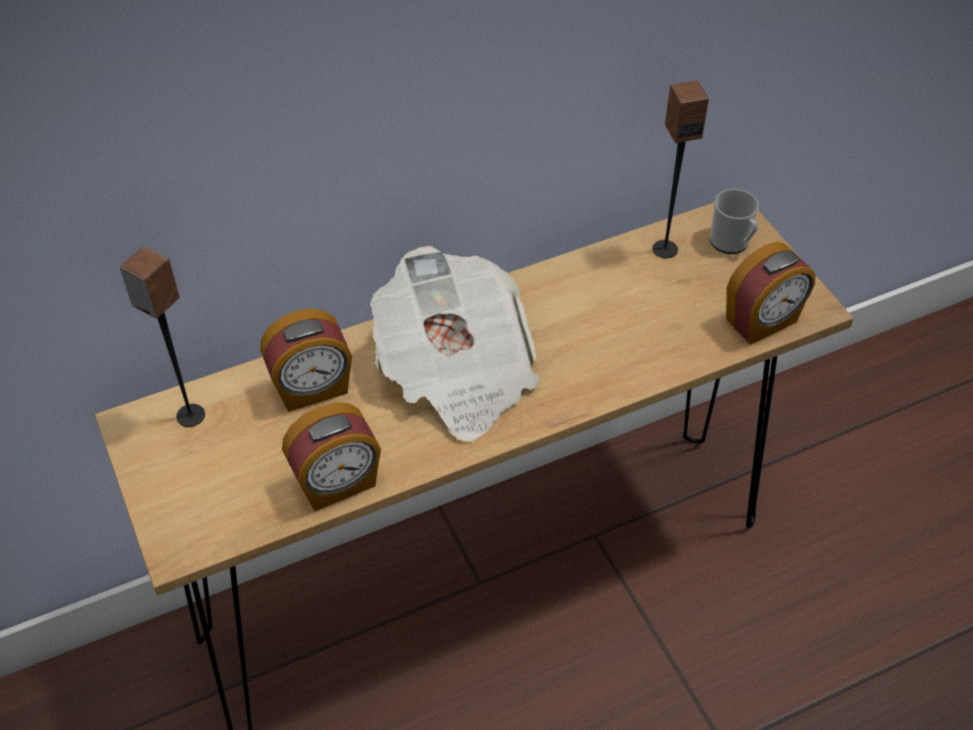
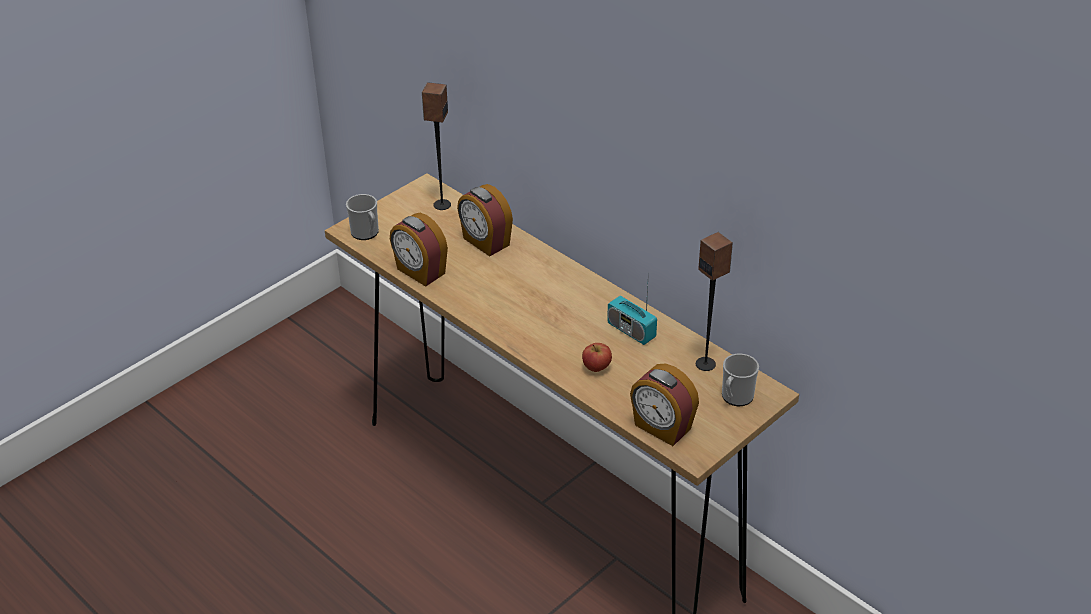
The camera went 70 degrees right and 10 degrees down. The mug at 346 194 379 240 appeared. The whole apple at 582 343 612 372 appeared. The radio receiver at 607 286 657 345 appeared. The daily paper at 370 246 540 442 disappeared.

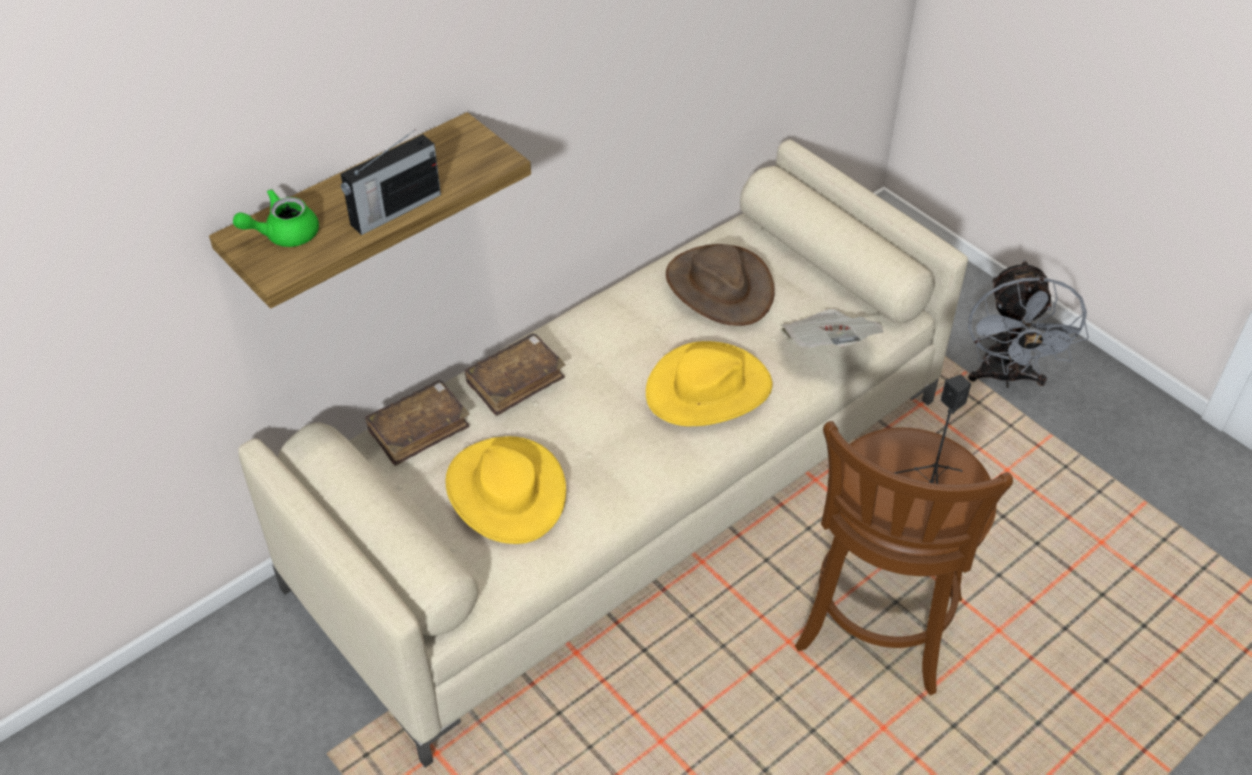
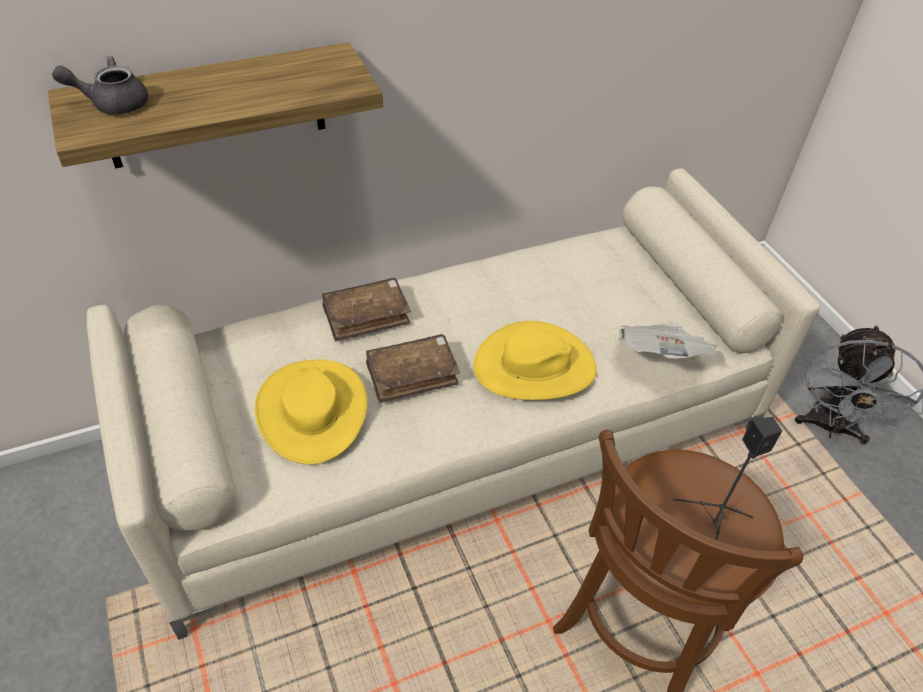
The camera went 15 degrees right and 0 degrees up. The green pot for tea at 233 189 319 247 became the grey pot for tea at 52 56 148 114. The brown-coloured bound book moved from 365 380 470 466 to 366 334 460 403. The radio receiver at 341 129 441 235 disappeared. The brown-coloured hat at 666 244 775 326 disappeared.

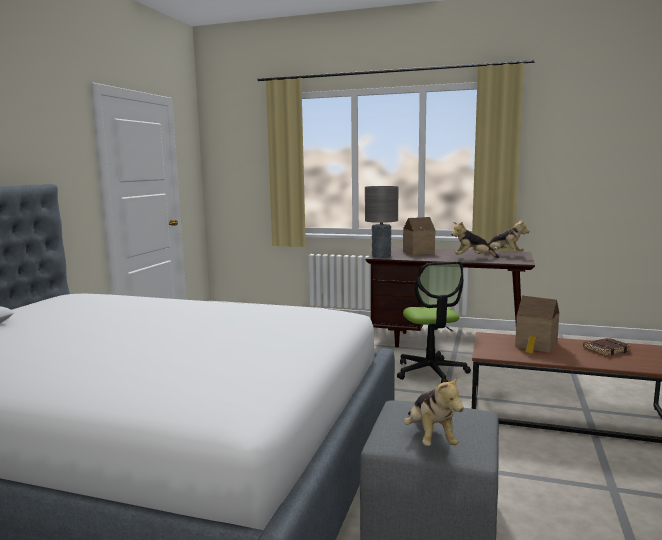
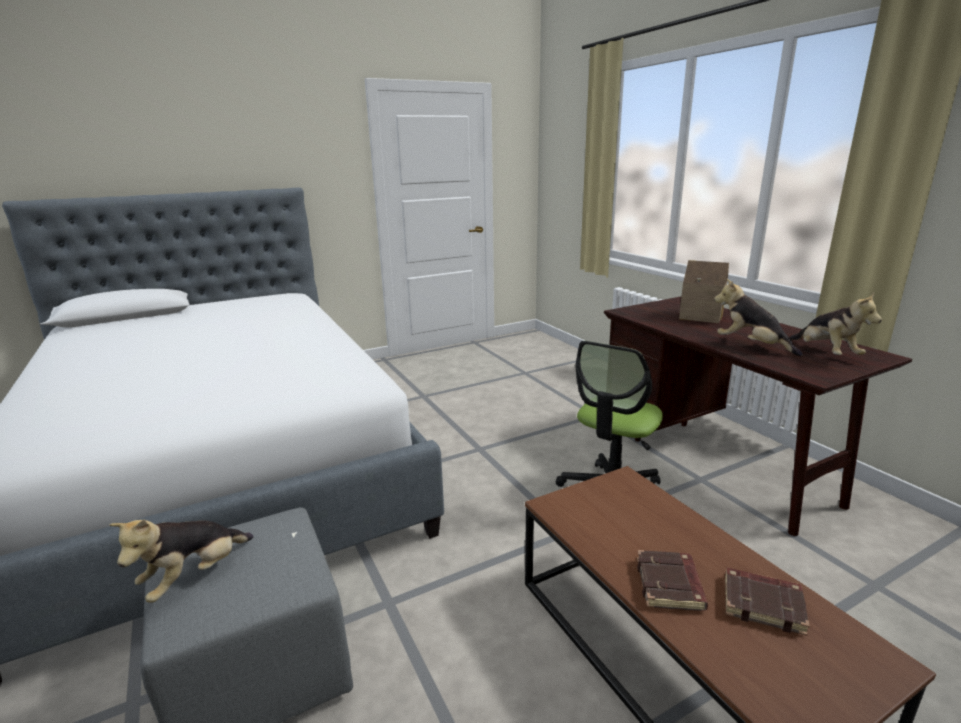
The camera went 45 degrees right and 10 degrees up. The brown-coloured bound book at 637 550 708 611 appeared. The grey table lamp at 365 186 399 258 disappeared. The miniature house at 515 296 559 354 disappeared.

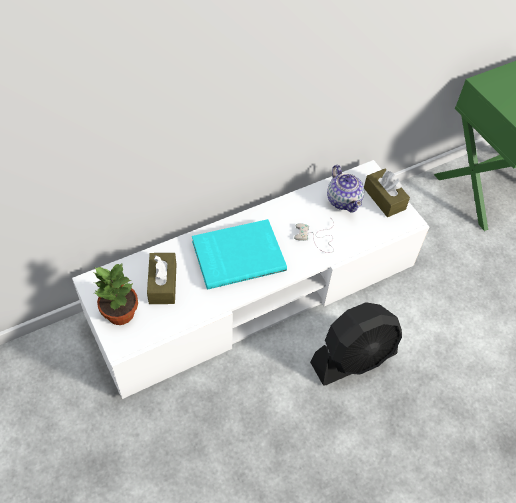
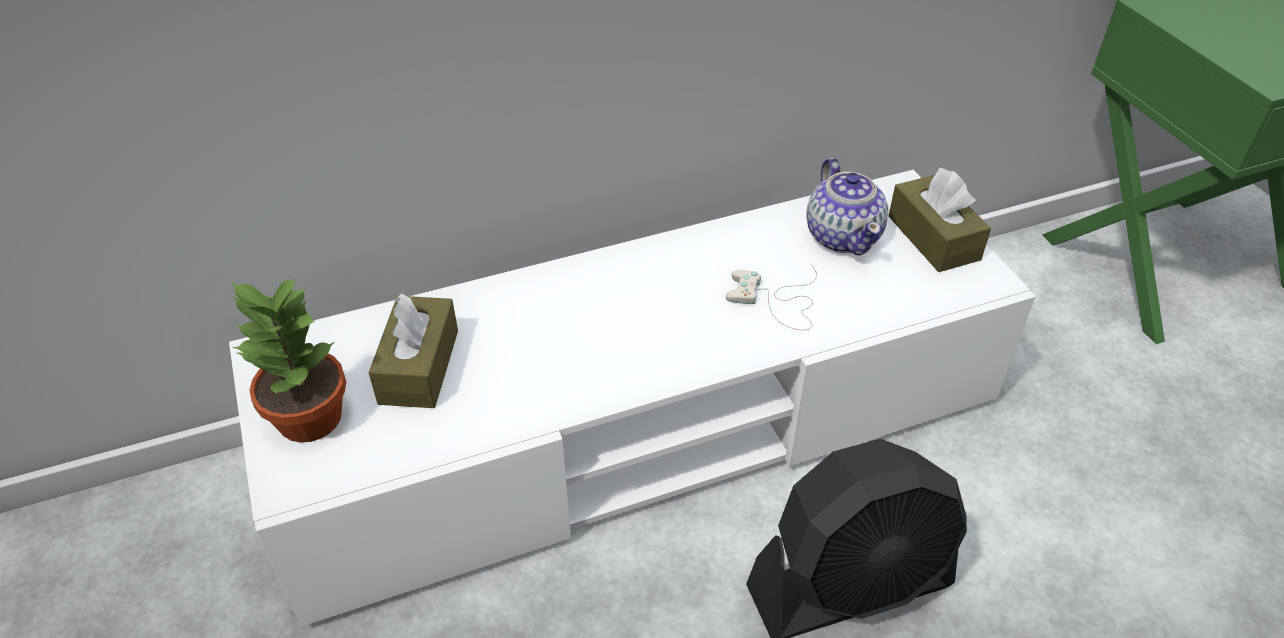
The camera went 10 degrees right and 10 degrees down. The turquoise bound book at 192 219 287 290 disappeared.

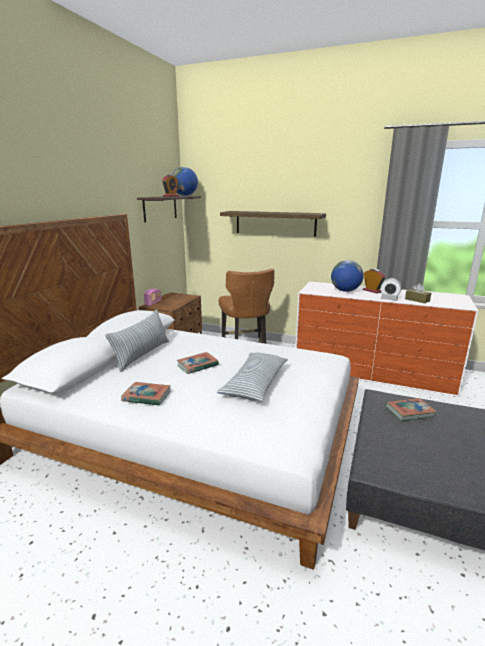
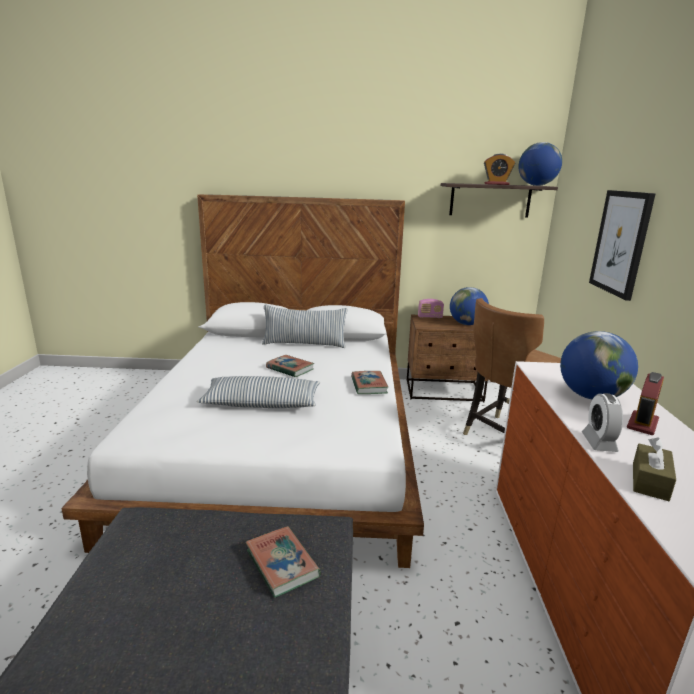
The camera went 70 degrees right and 0 degrees up. The bound book moved from 121 382 171 406 to 351 371 388 394. The globe at 450 287 489 325 appeared. The bracket shelf at 220 211 326 237 was replaced by the wall art at 589 190 656 301.

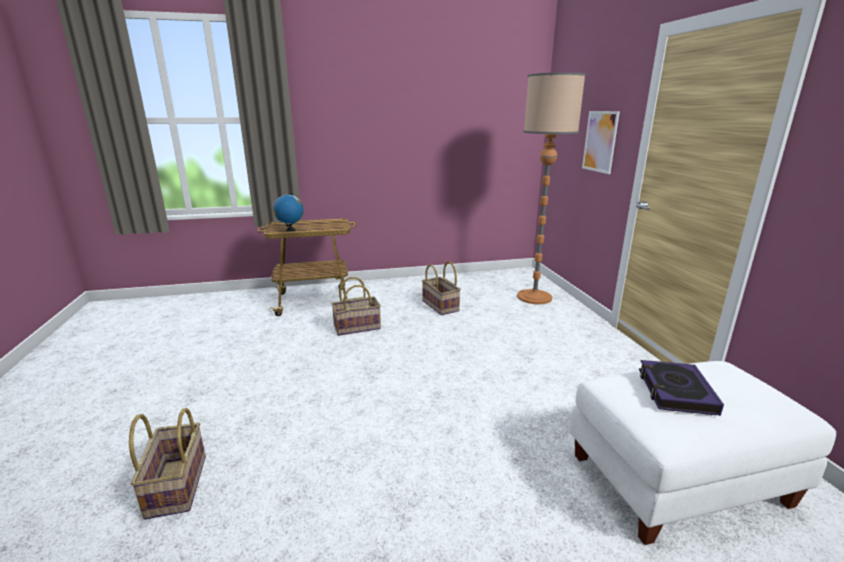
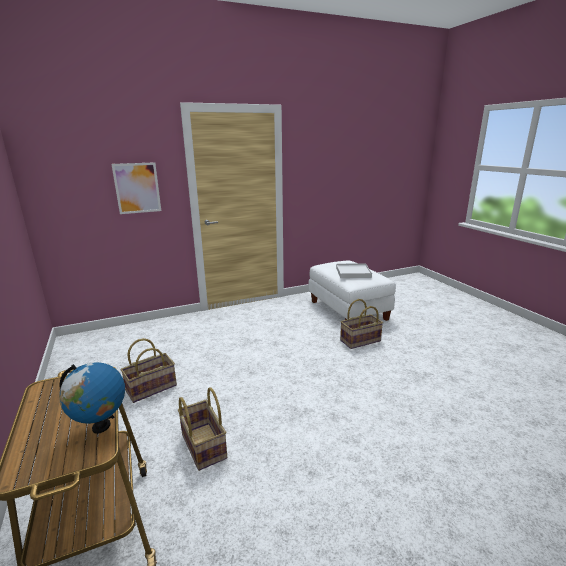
The camera went 100 degrees left and 0 degrees up. The bound book at 639 360 724 416 was replaced by the white-coloured serving tray at 336 263 372 278. The basket moved from 129 408 206 519 to 340 299 383 349. The standard lamp at 517 72 586 304 disappeared.

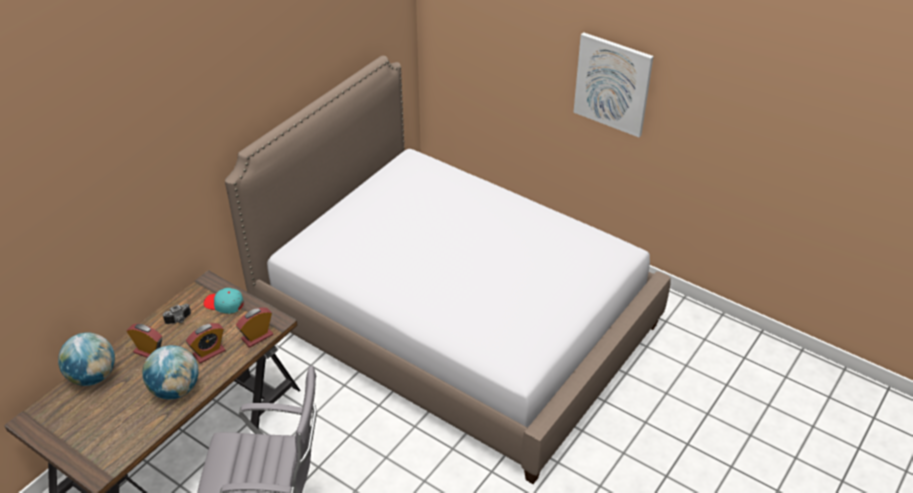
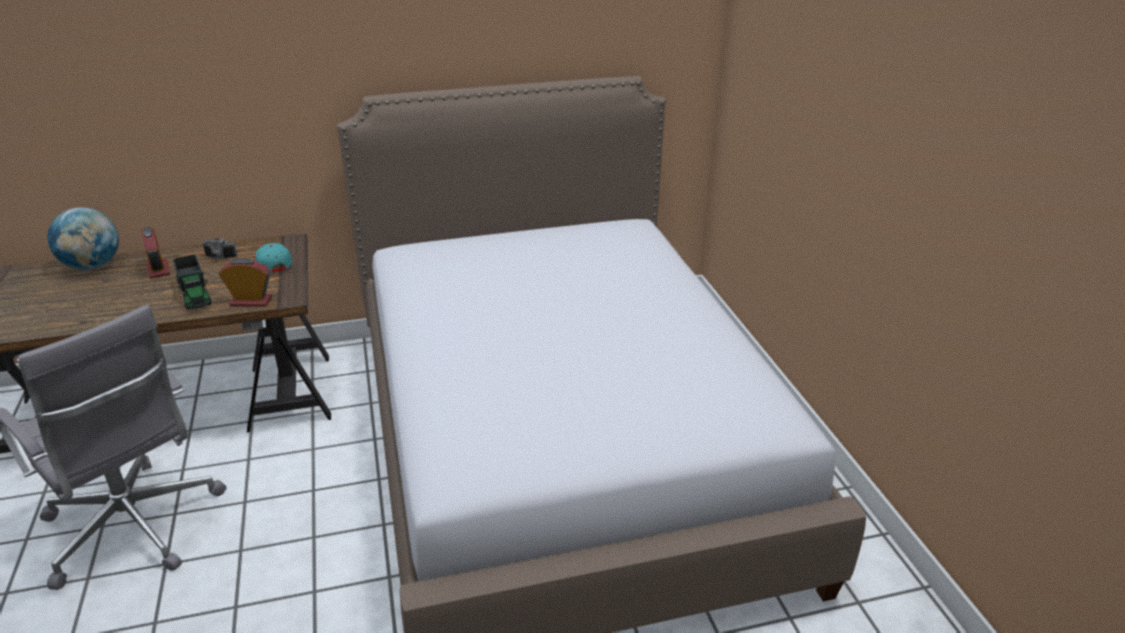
The camera went 40 degrees right and 10 degrees down. The bedside clock at 186 323 225 363 was replaced by the model truck at 173 254 211 310. The globe at 142 345 199 400 disappeared. The wall art at 573 32 654 137 disappeared.

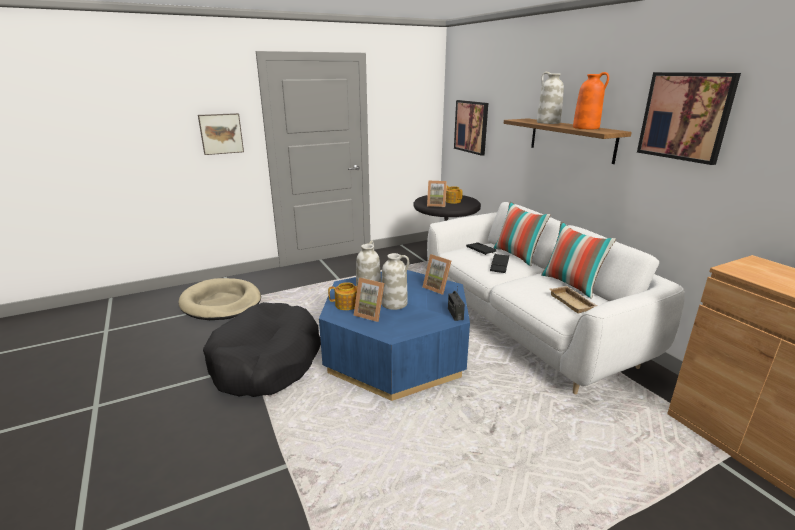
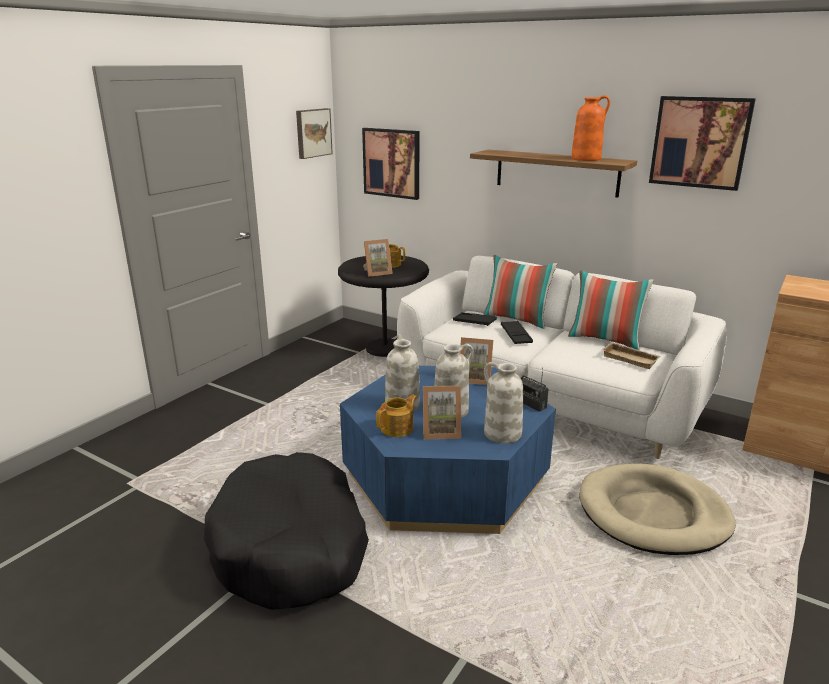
The camera went 30 degrees left and 0 degrees up. The wall art moved from 198 113 244 155 to 296 108 333 159. The white-coloured vase moved from 537 72 564 124 to 484 362 523 443. The beige-coloured dog cushion moved from 179 278 261 320 to 579 463 736 555.

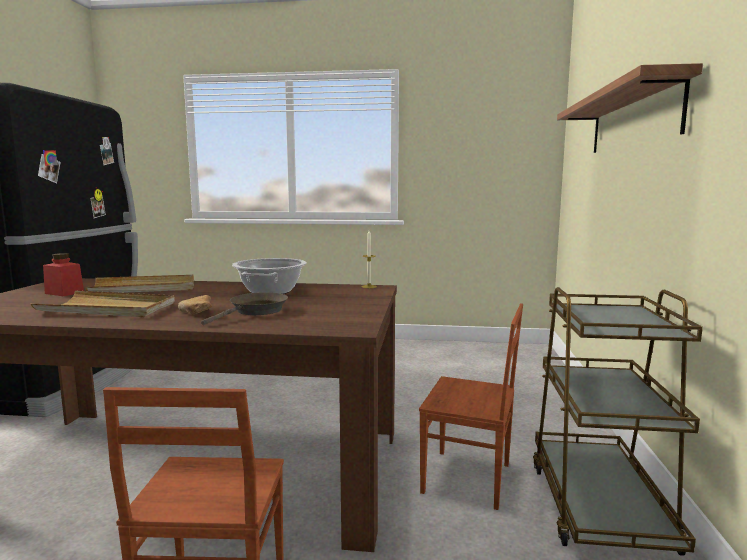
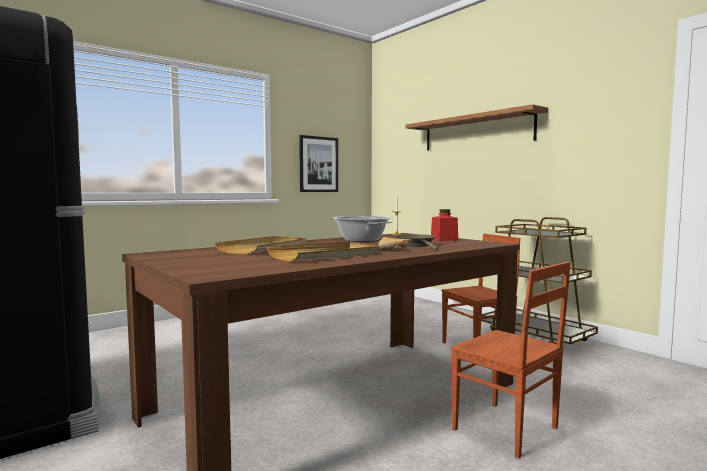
The camera went 45 degrees left and 5 degrees down. The wall art at 299 135 338 192 appeared. The red storage jar moved from 43 253 84 296 to 431 209 458 241.

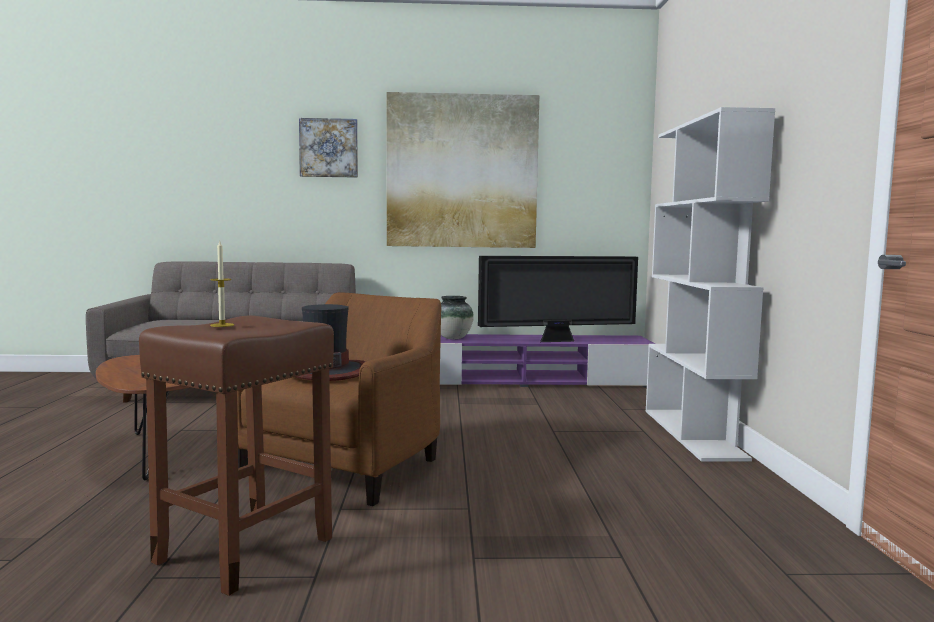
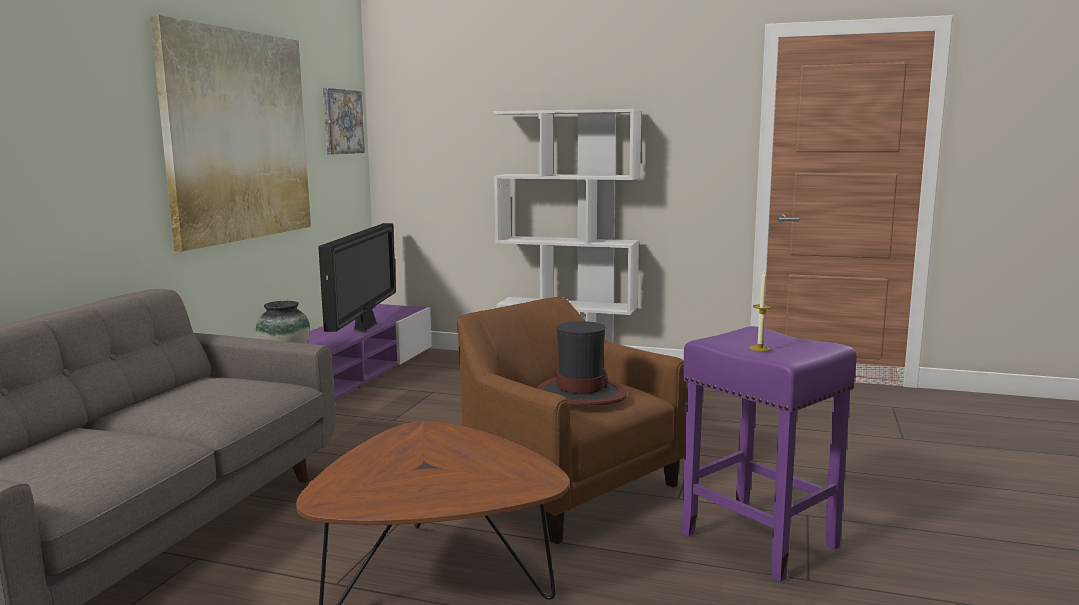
The camera went 70 degrees left and 5 degrees up. The wall art moved from 299 118 358 178 to 323 88 365 154. The brown-coloured stool at 139 315 334 596 became the purple stool at 681 326 857 582.

